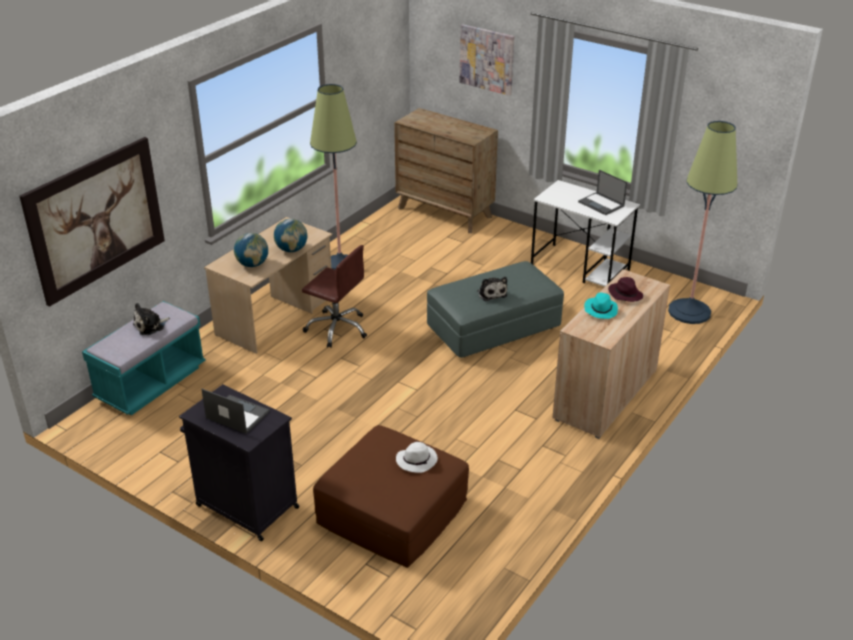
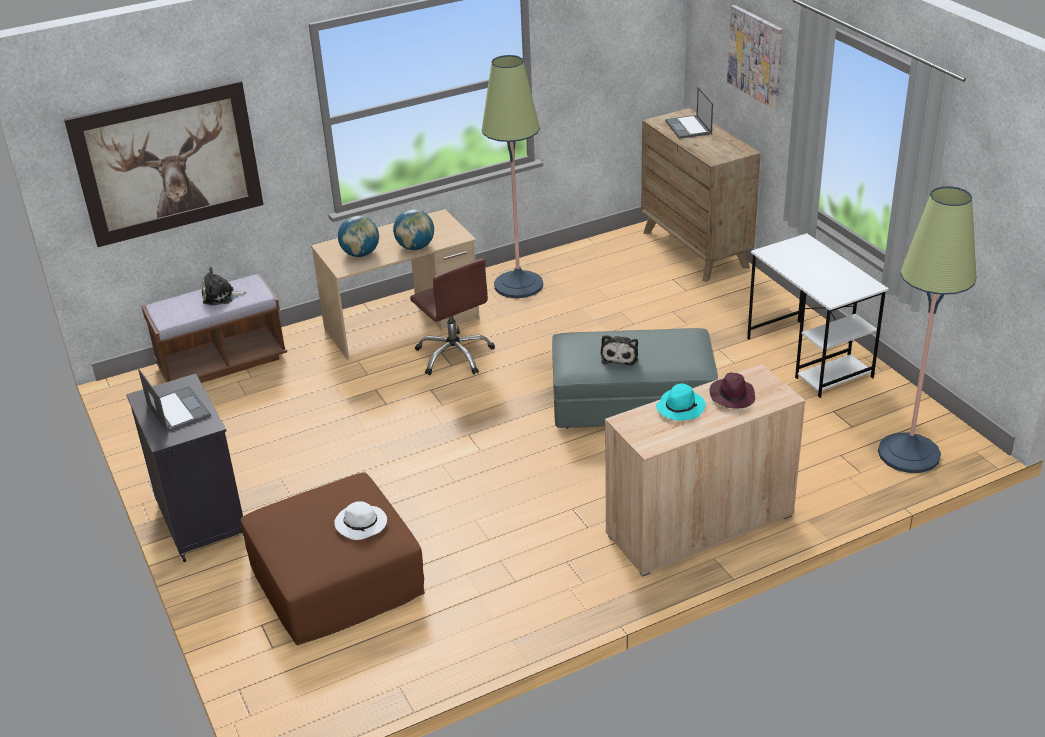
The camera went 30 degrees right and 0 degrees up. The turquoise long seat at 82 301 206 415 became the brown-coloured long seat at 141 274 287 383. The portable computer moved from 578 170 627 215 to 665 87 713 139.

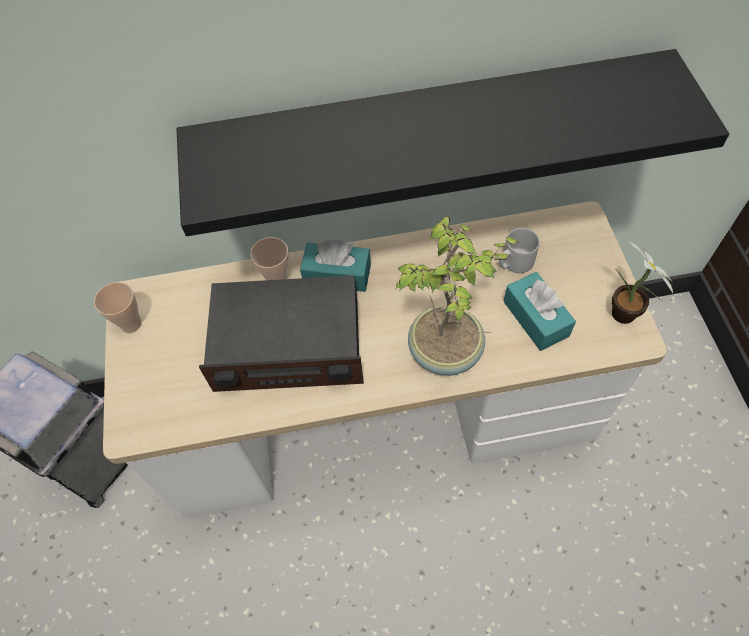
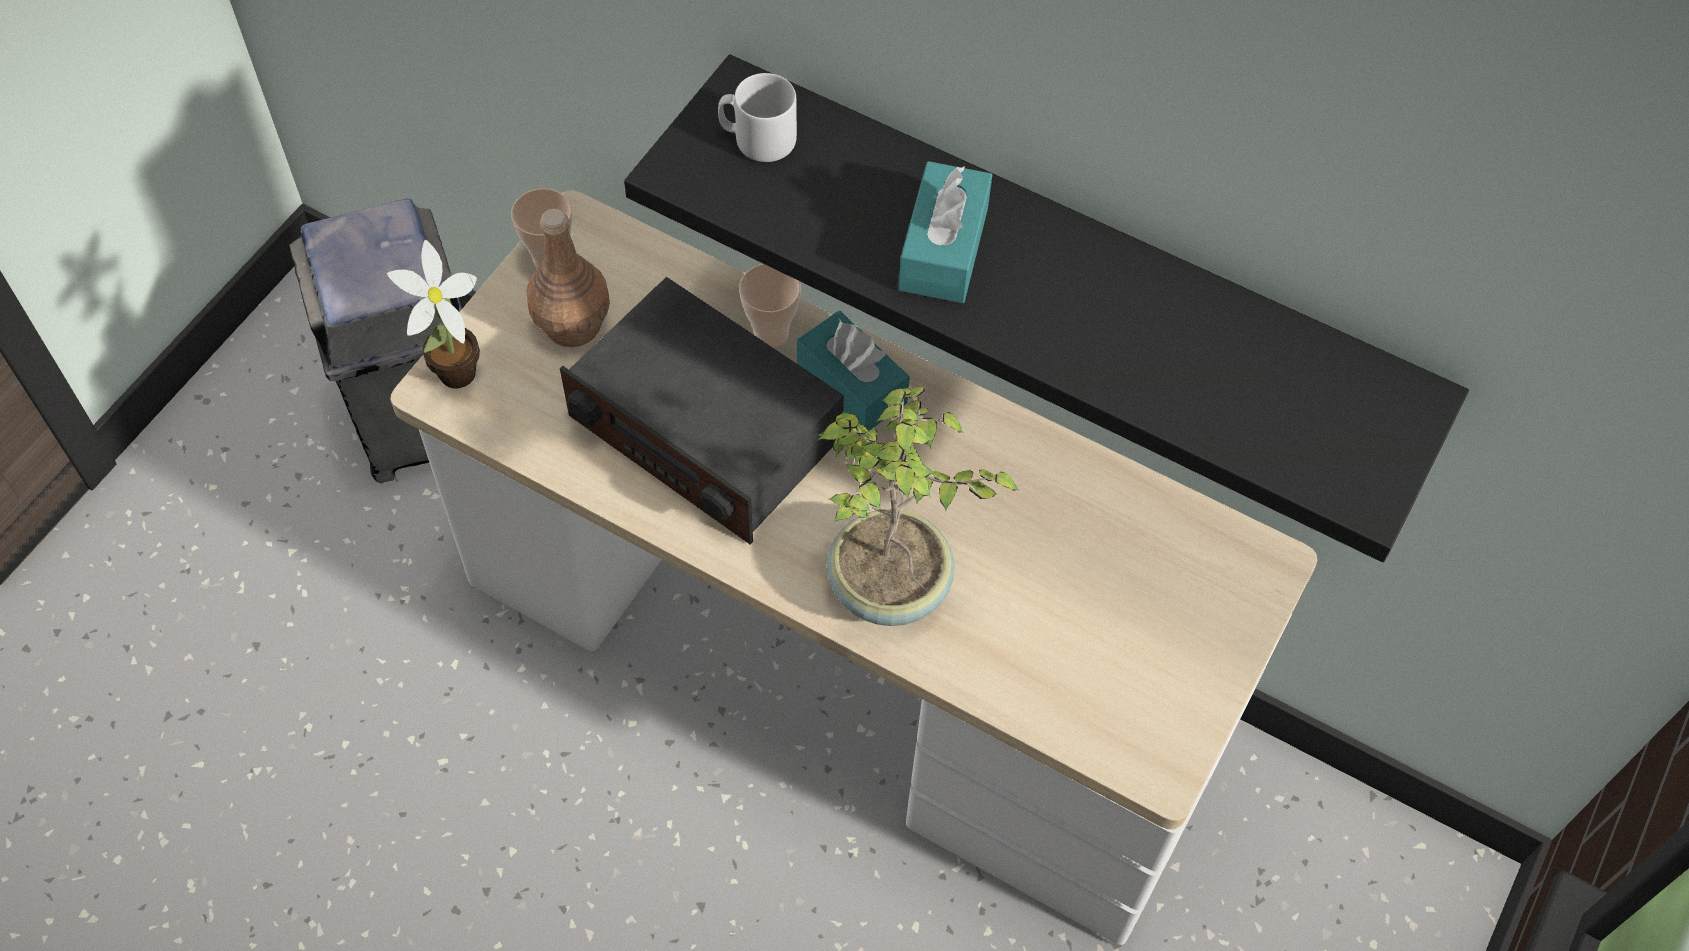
The camera went 35 degrees right and 0 degrees up. The plant in a pot moved from 612 240 673 324 to 387 240 480 388. The brown-coloured beverage bottle at 526 209 610 347 appeared. The grey mug moved from 499 228 540 273 to 718 73 797 162. The turquoise box of tissues moved from 503 272 576 351 to 898 161 992 303.

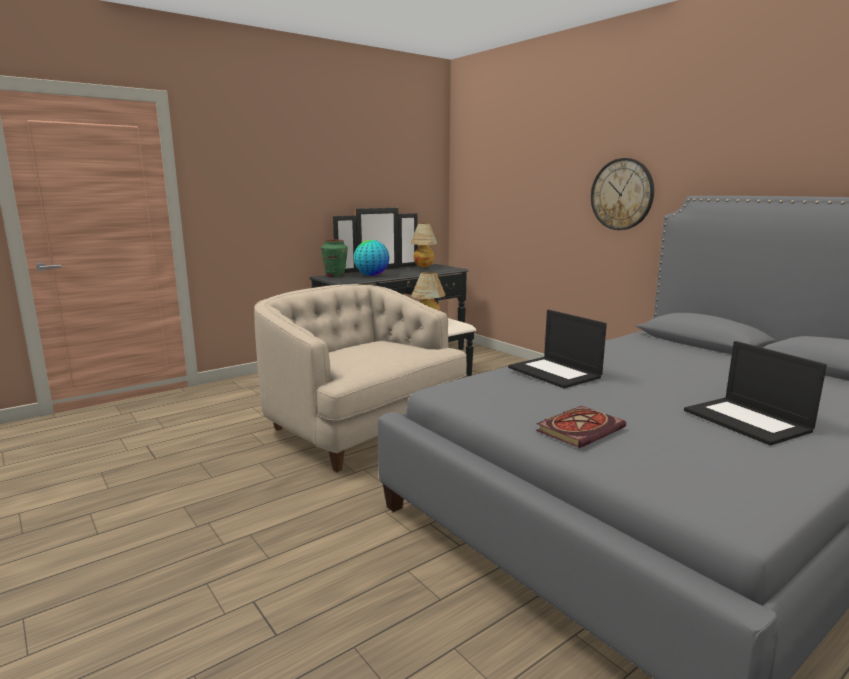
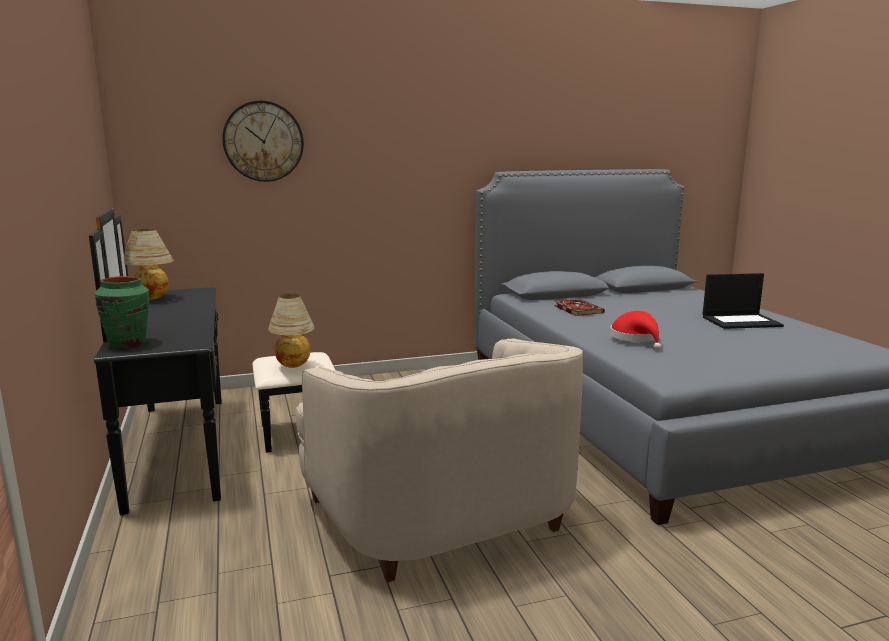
The camera went 70 degrees left and 0 degrees up. The hanging clock moved from 591 158 654 230 to 222 100 304 182. The beige-coloured easy chair at 254 284 467 472 turned 90 degrees counterclockwise. The bound book moved from 536 406 626 448 to 554 299 605 316. The portable computer at 508 310 607 388 was replaced by the red hat at 610 311 661 350. The globe at 354 240 389 276 disappeared.

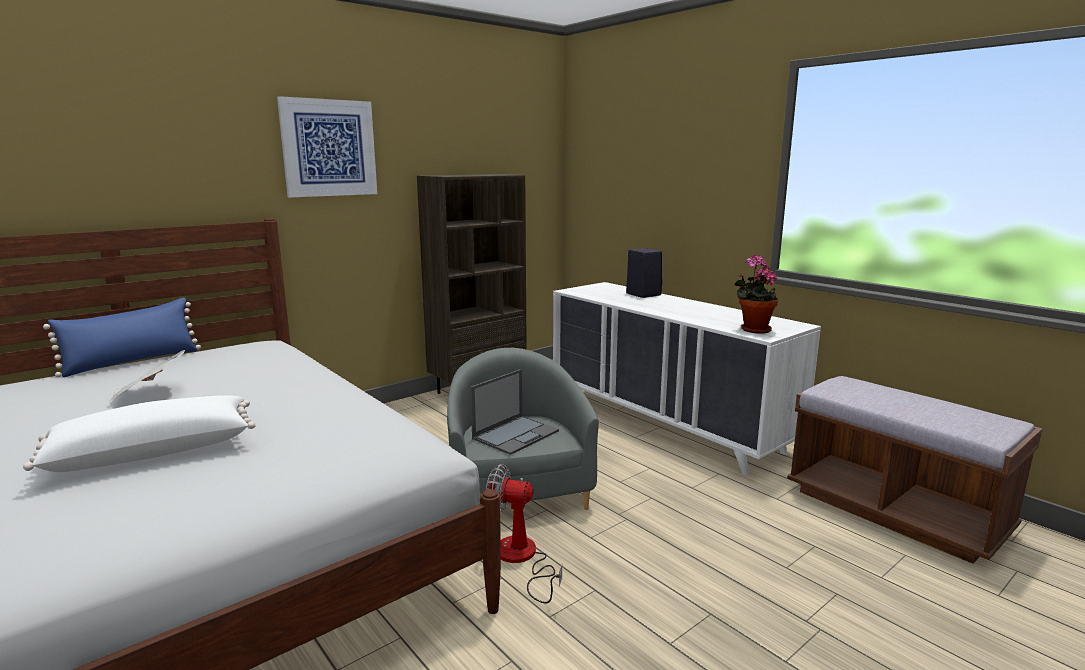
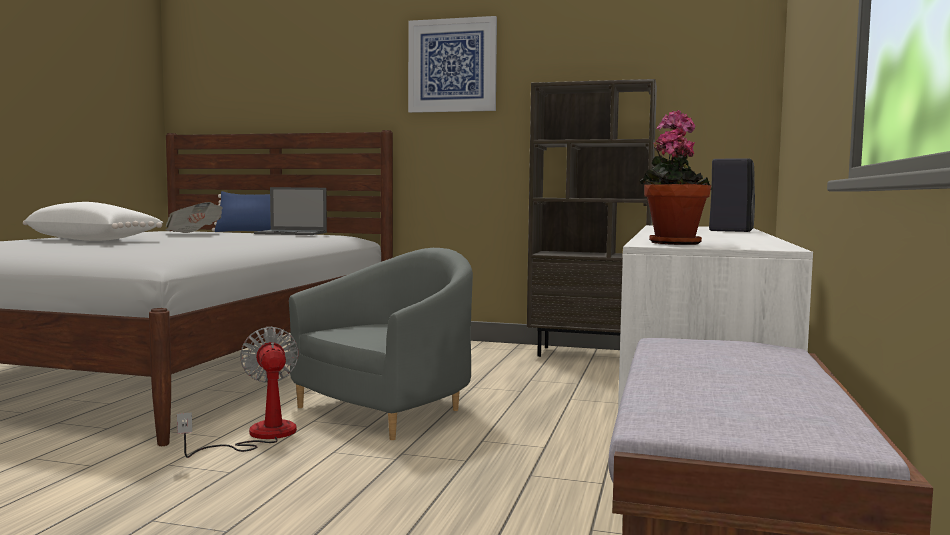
The camera went 55 degrees right and 10 degrees down. The portable computer moved from 470 369 559 455 to 254 187 327 235.

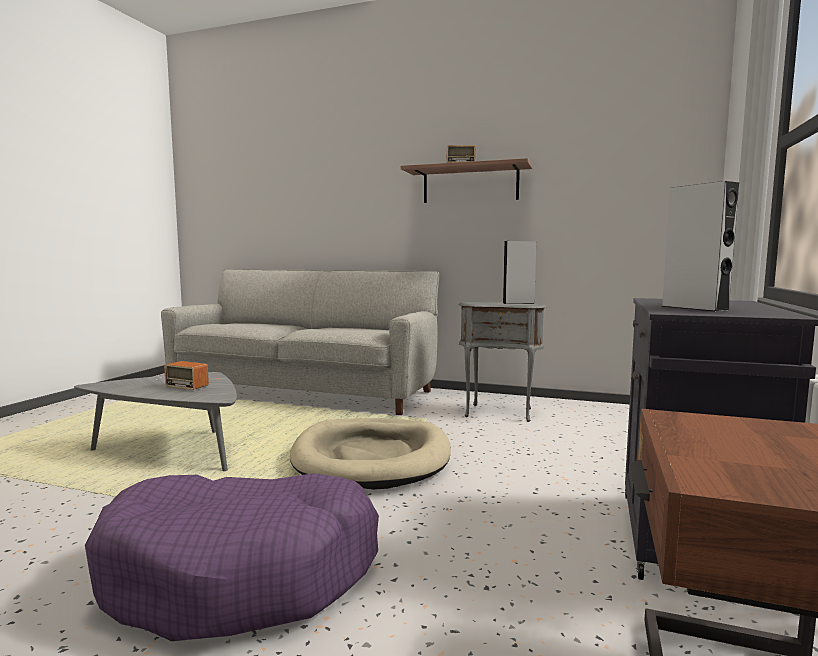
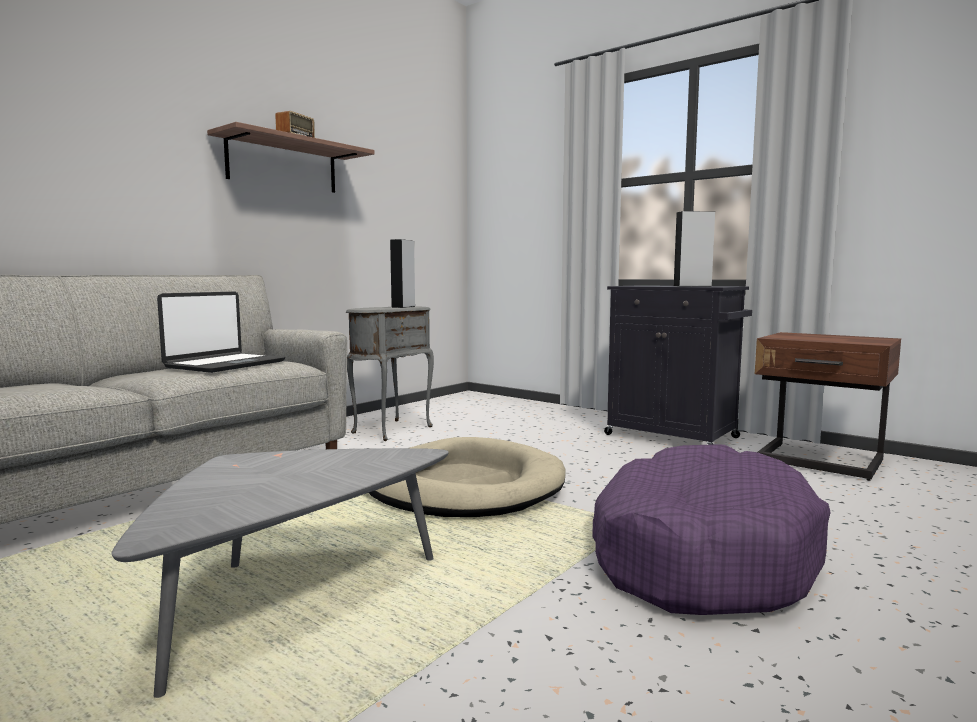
The camera went 70 degrees left and 0 degrees up. The portable computer at 157 292 285 373 appeared. The radio receiver at 157 361 209 390 disappeared.

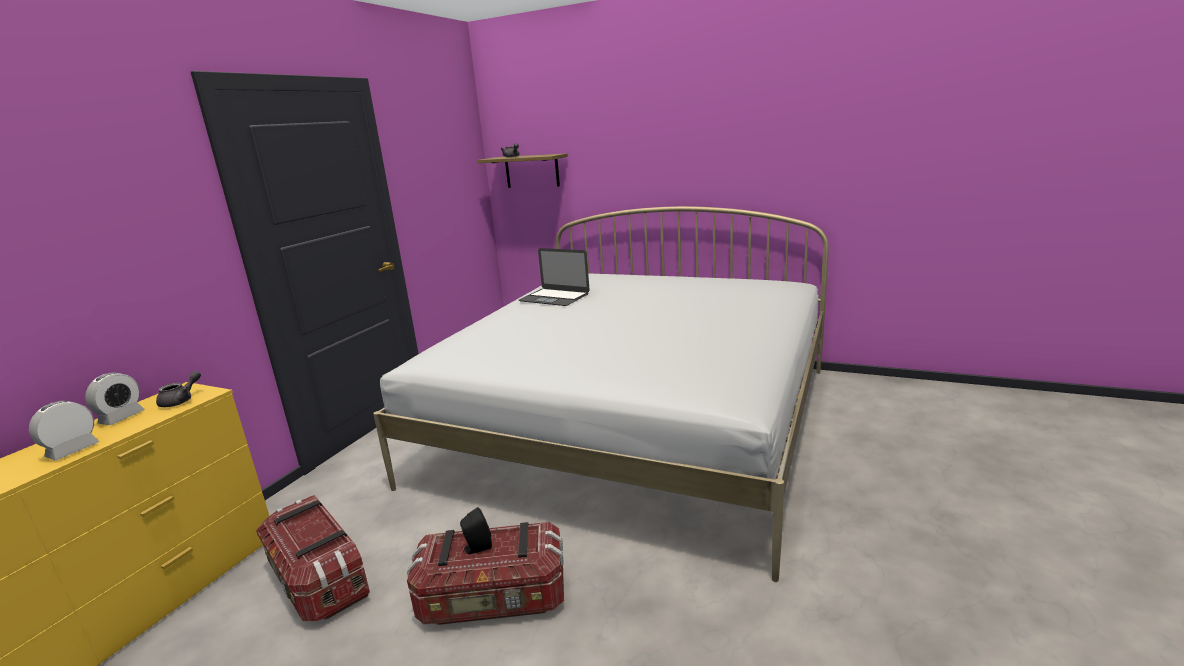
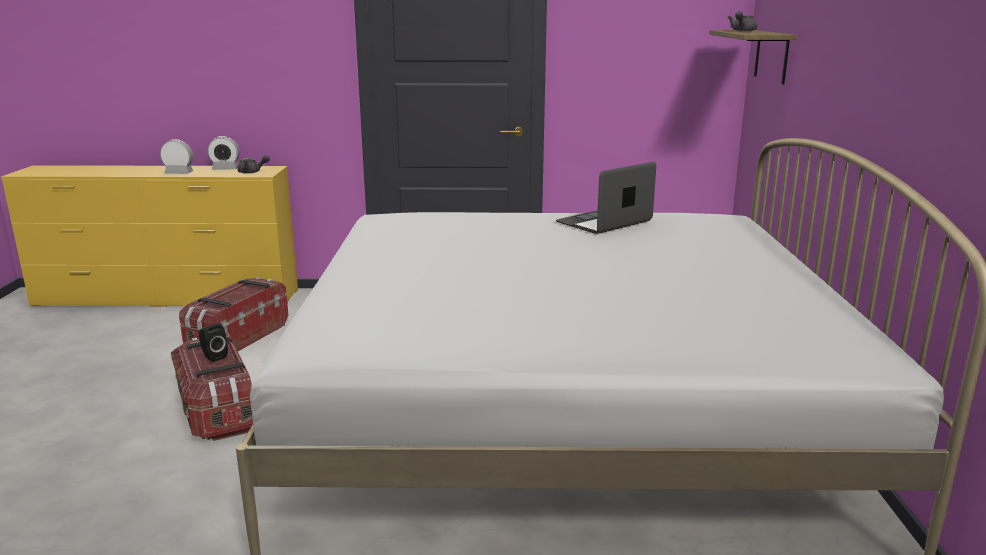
The camera went 65 degrees right and 0 degrees up. The portable computer at 519 248 590 306 turned 45 degrees clockwise.

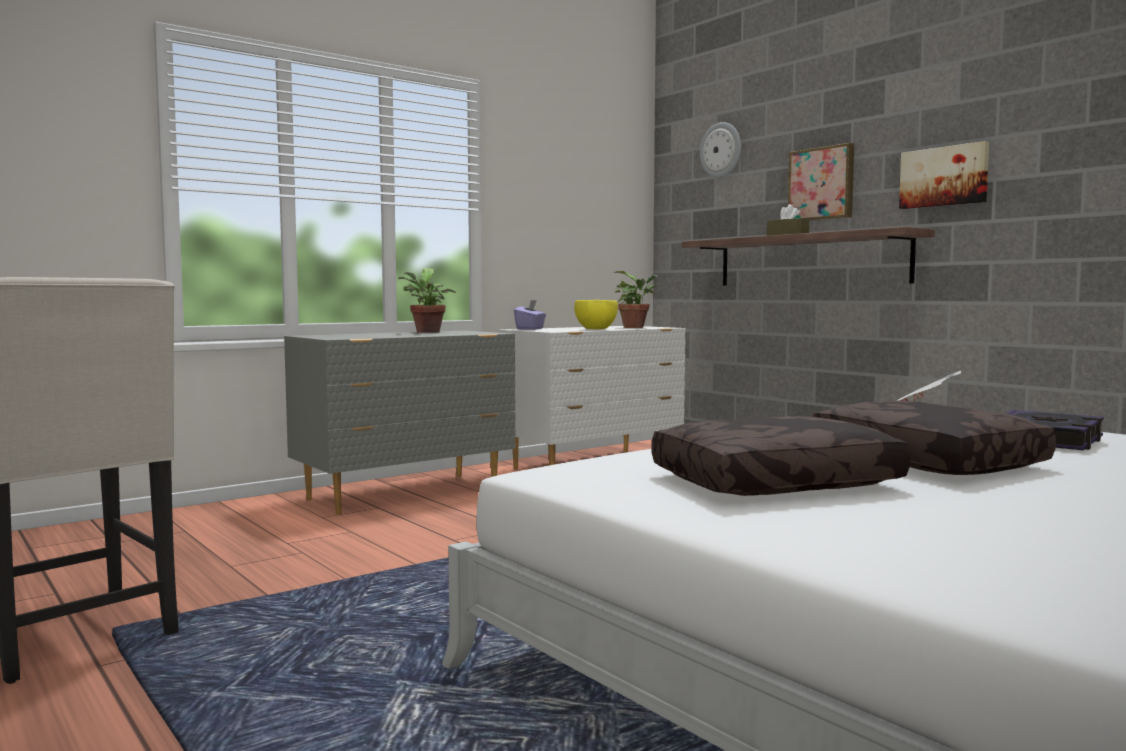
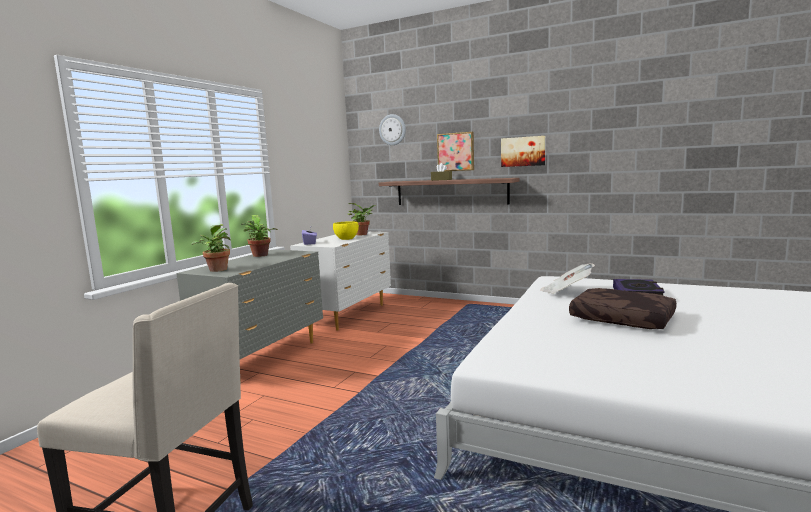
The camera went 25 degrees left and 5 degrees up. The plant in a pot at 191 224 230 272 appeared. The brown-coloured throw pillow at 651 416 911 496 disappeared.

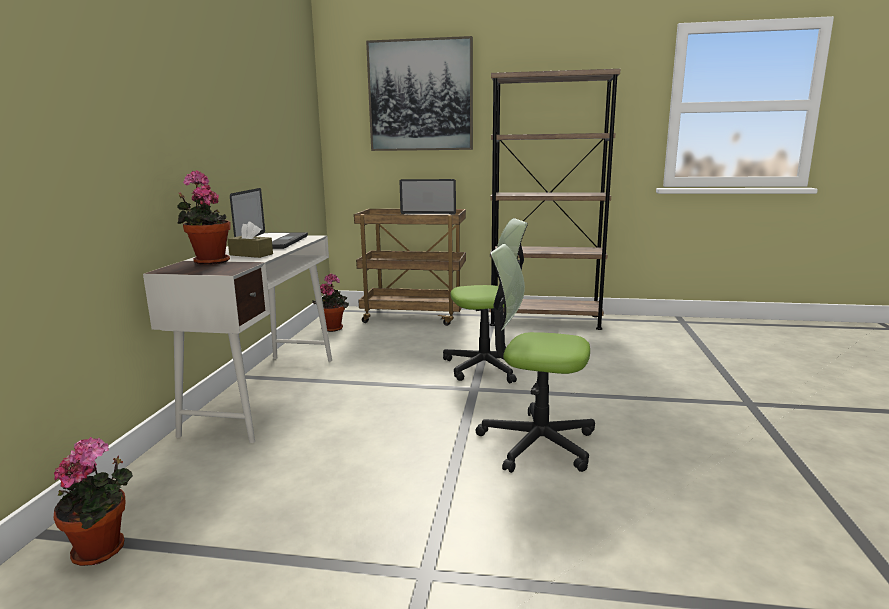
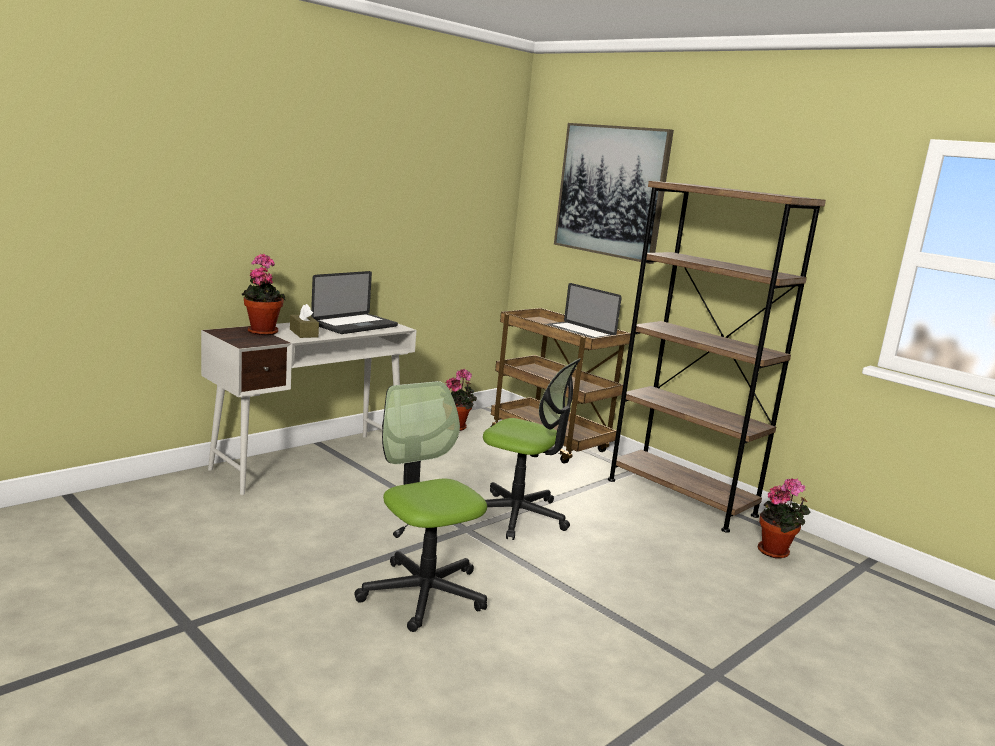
The camera went 35 degrees right and 0 degrees up. The plant in a pot moved from 54 437 133 566 to 758 478 811 559.

